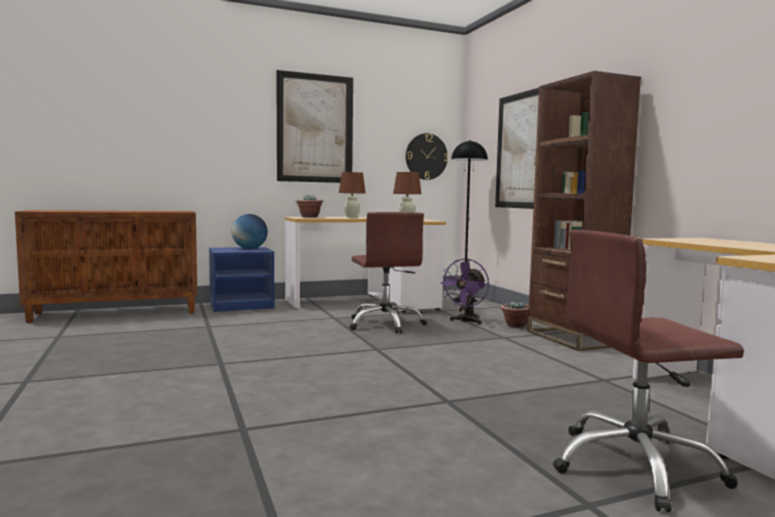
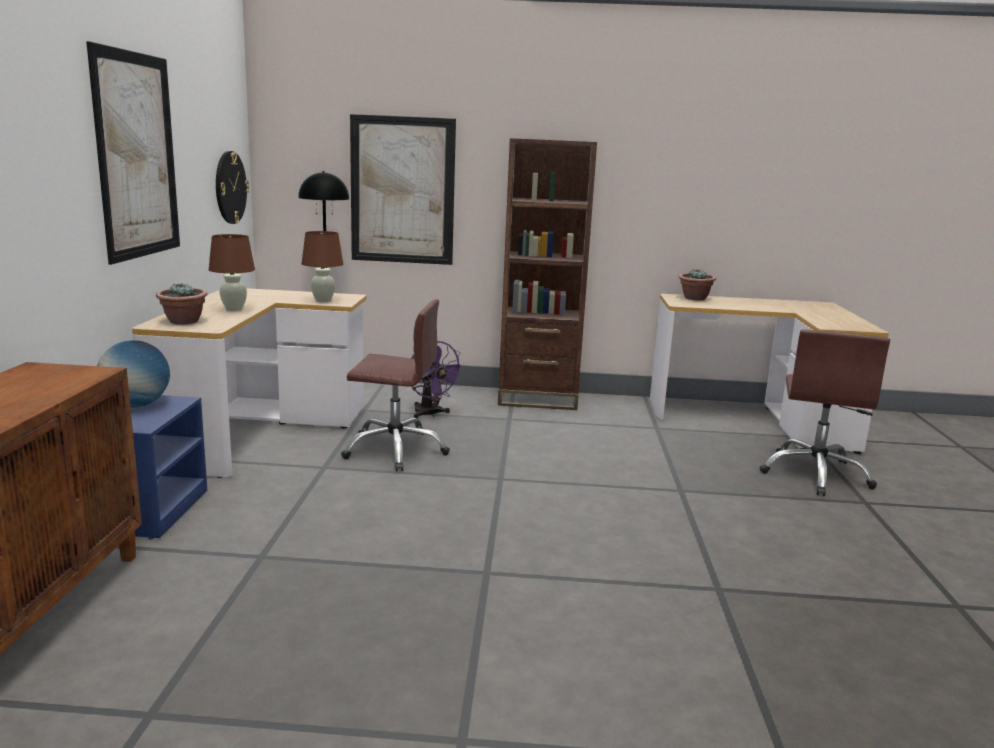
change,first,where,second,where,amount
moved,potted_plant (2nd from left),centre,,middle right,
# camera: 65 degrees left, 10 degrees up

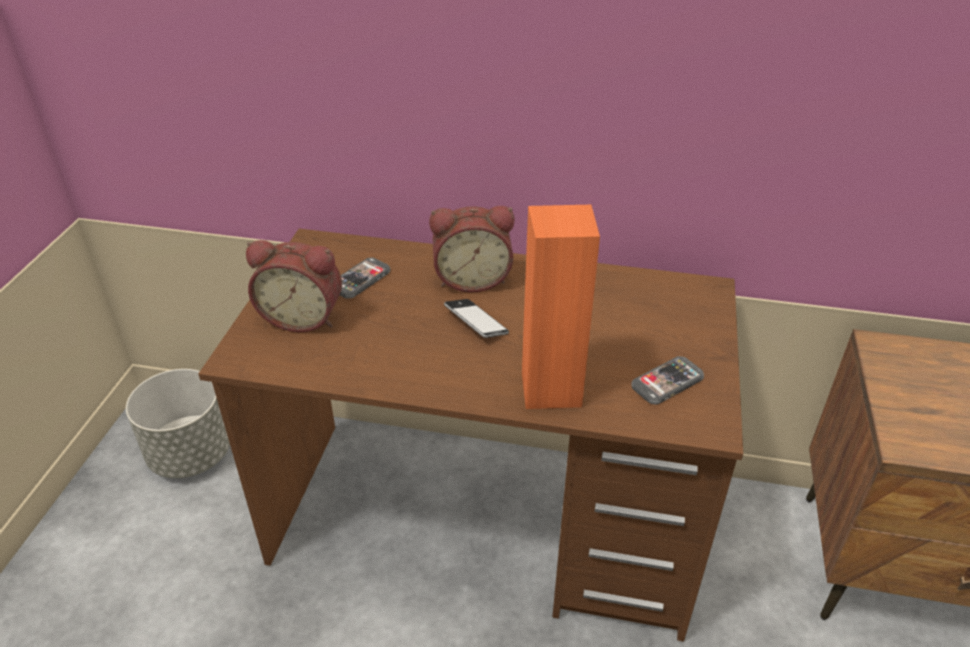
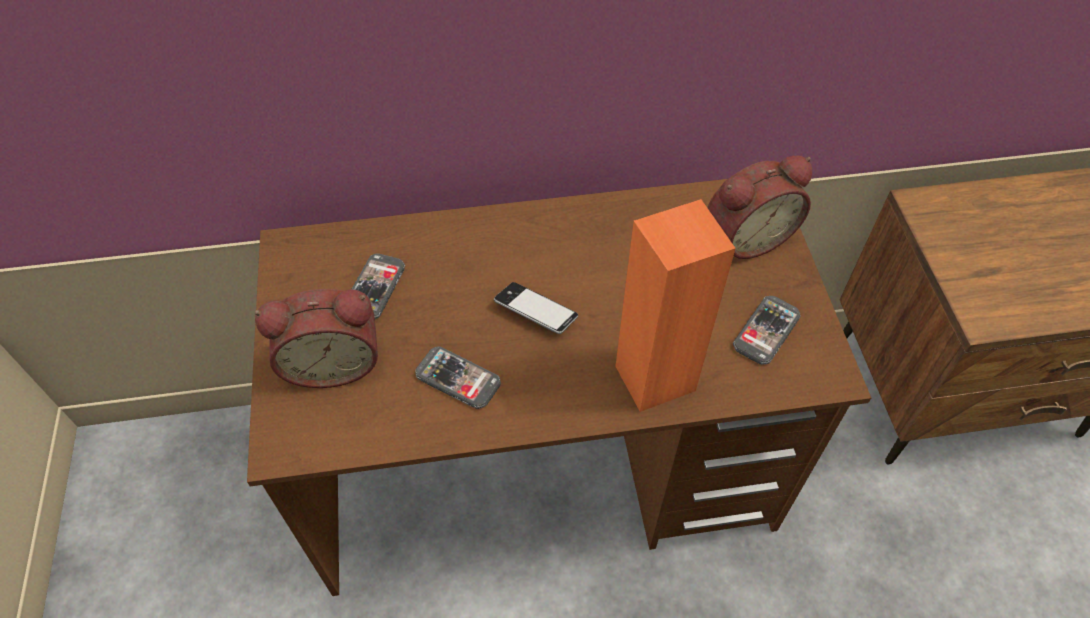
change,first,where,second,where,amount
added,,,telephone (2nd from left),centre,
moved,bedside_clock (2nd from left),centre,,middle right,
removed,gray_plant_pot,middle left,,,
# camera: 20 degrees left, 15 degrees up

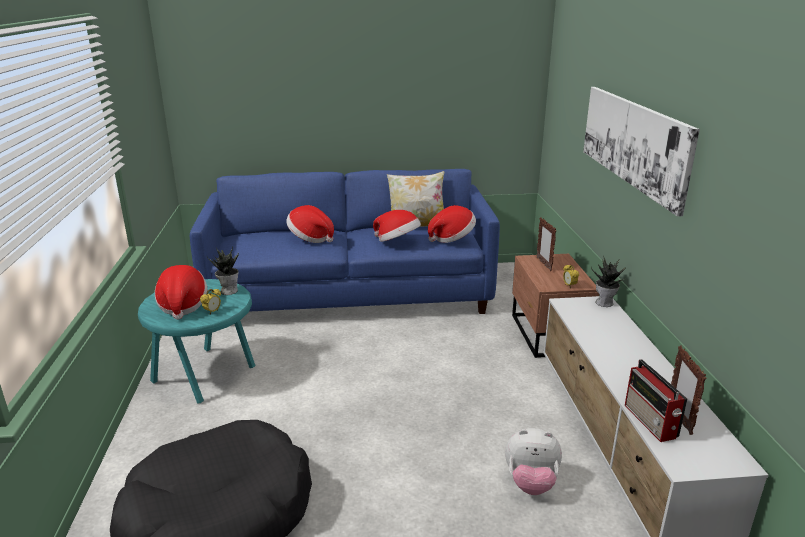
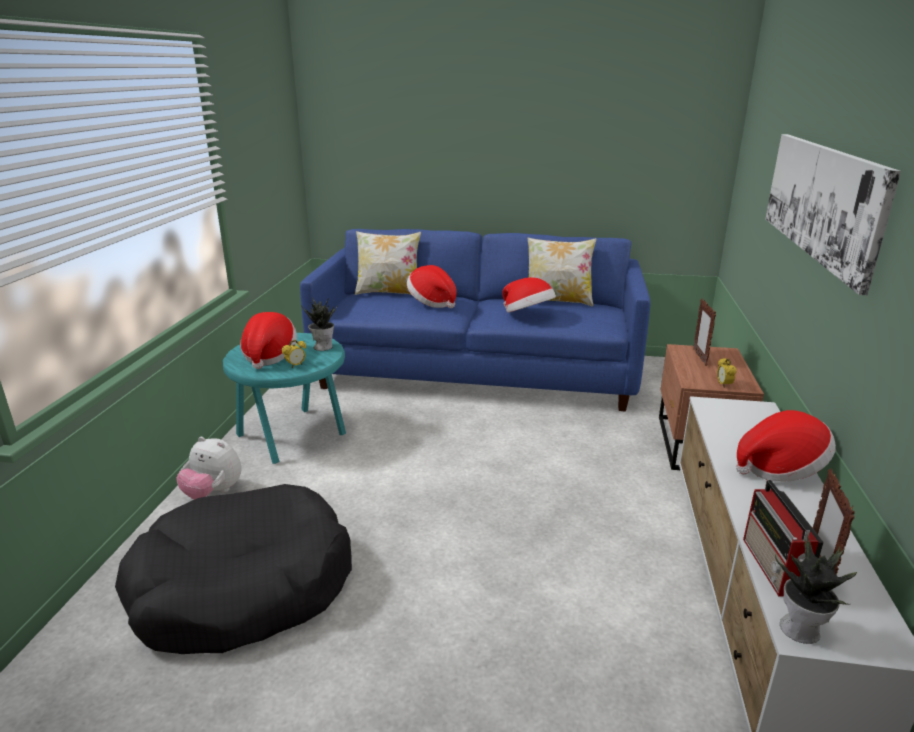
change,first,where,second,where,amount
moved,cuddly_toy,bottom centre,,middle left,
added,,,throw_pillow (1st from left),centre,
moved,clothing_hat (4th from left),centre,,middle right,
moved,potted_plant (2nd from left),middle right,,bottom right,
# camera: 15 degrees right, 0 degrees up

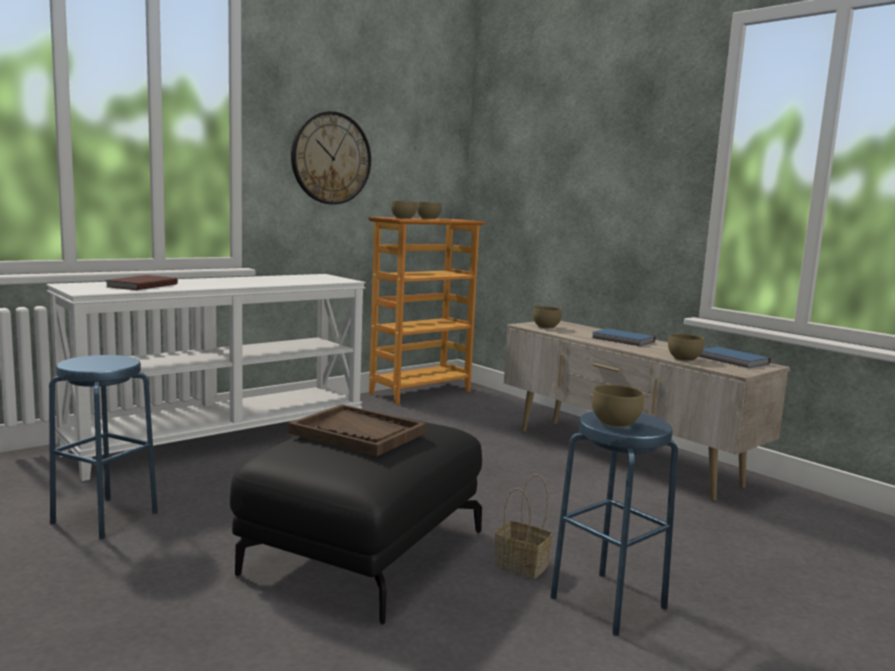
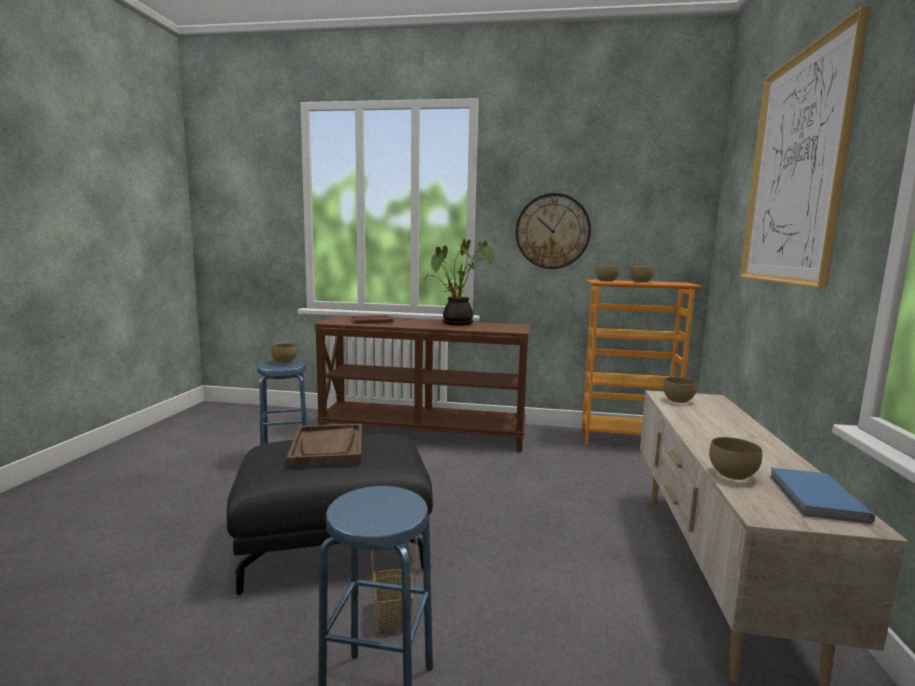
change,first,where,second,where,amount
moved,brown_deep_dish (4th from left in the first image),middle right,brown_deep_dish (1st from left),middle left,
recoloured,whitish_hall_table,middle left,brown_hall_table,centre,
added,,,potted_plant,centre,
added,,,wall_art,top right,
removed,blue-coloured_volume (1st from left),middle right,,,
# camera: 50 degrees right, 0 degrees up

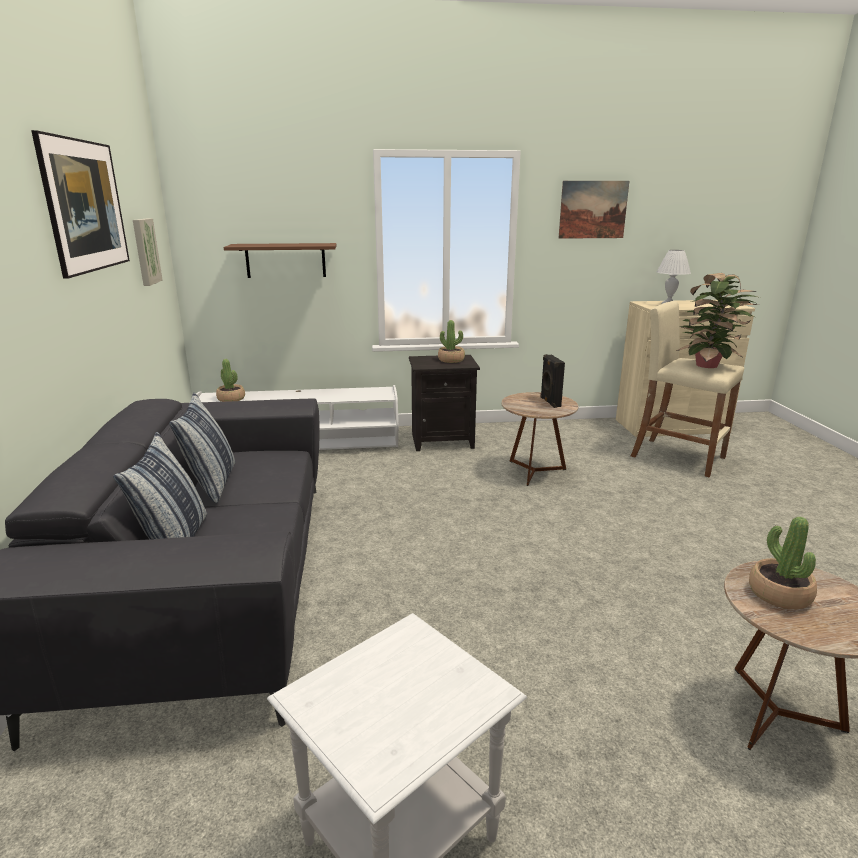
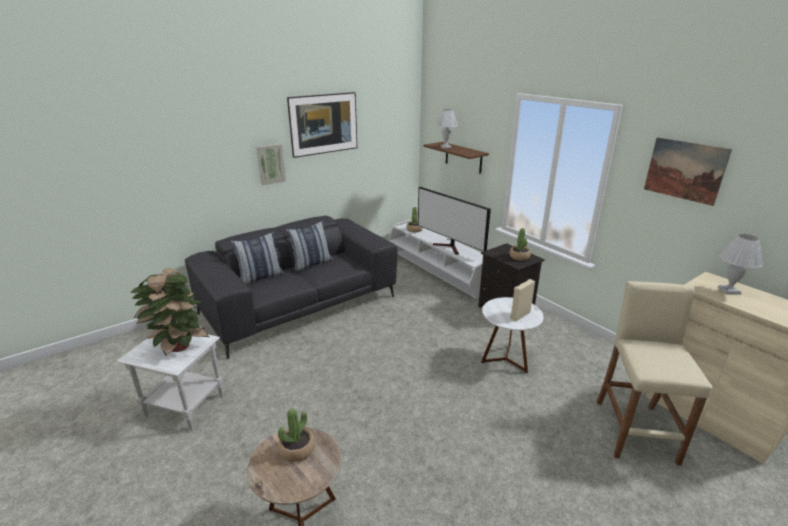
change,first,where,second,where,amount
moved,potted_plant (3rd from left in the first image),middle right,potted_plant (1st from left),middle left,
moved,wall_art (2nd from left in the first image),top left,wall_art (1st from left),top centre,
added,,,TV_set,centre,
added,,,whitish_table_lamp (1st from left),top centre,
recoloured,brown_side_table (1st from left),centre,whitish_side_table (2nd from left),centre,
recoloured,blackish_speaker,centre,beige_speaker,centre,
# camera: 60 degrees right, 5 degrees up

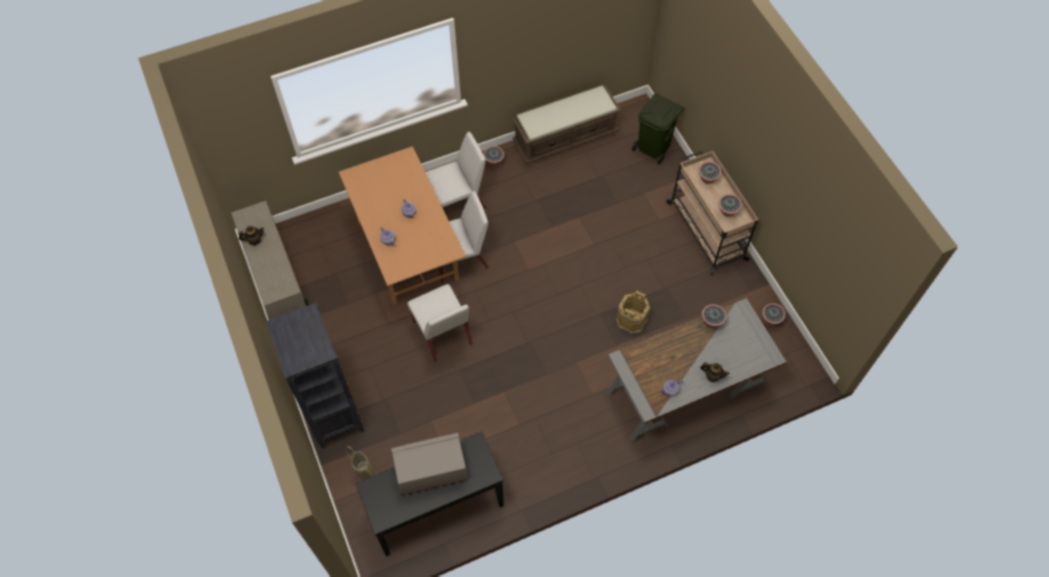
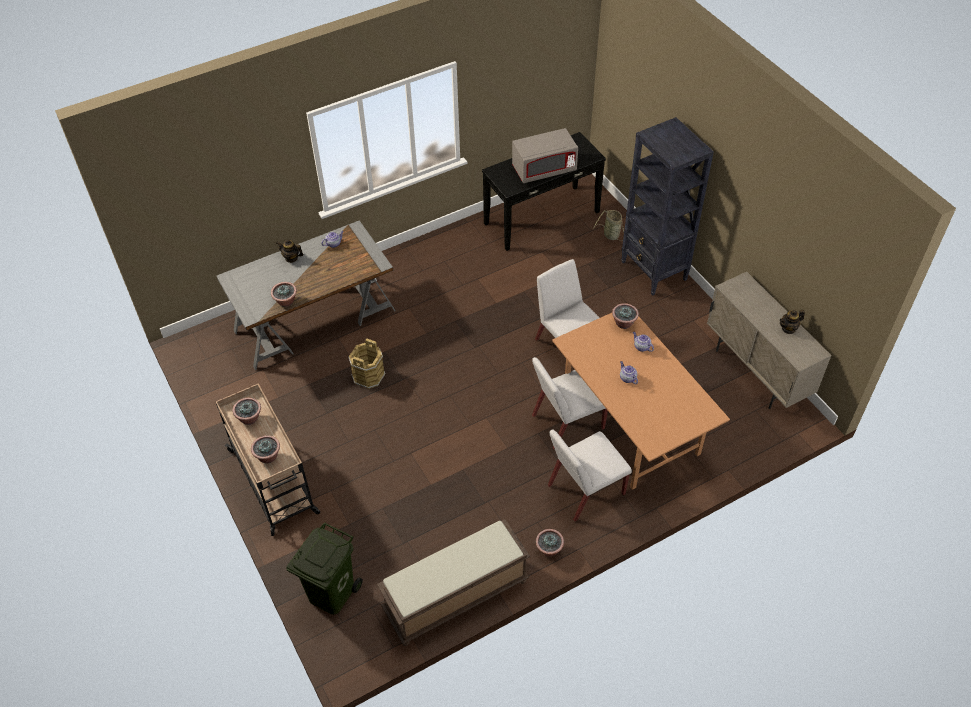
change,first,where,second,where,amount
moved,potted_plant (5th from left),middle right,,centre,
# camera: 175 degrees right, 10 degrees down

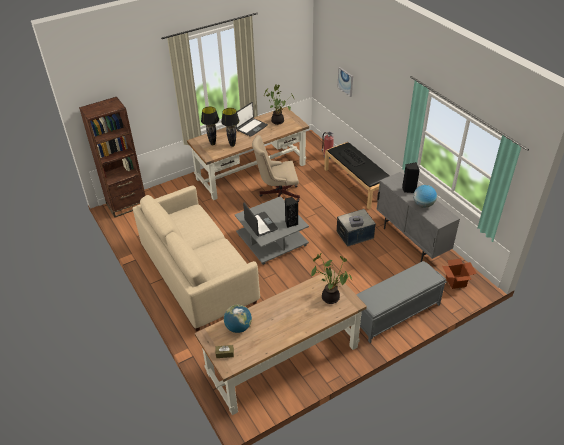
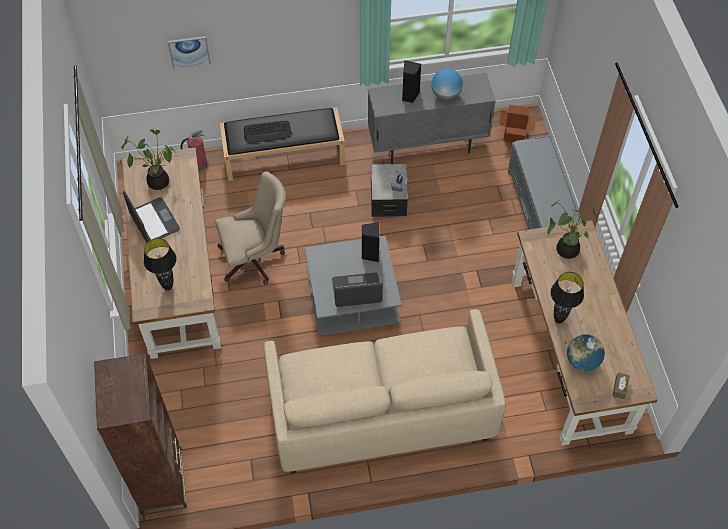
change,first,where,second,where,amount
turned,beige_computer_chair,centre,,centre,120 degrees counterclockwise
moved,blackish_table_lamp (2nd from left),top centre,,middle right,
# camera: 70 degrees left, 15 degrees up

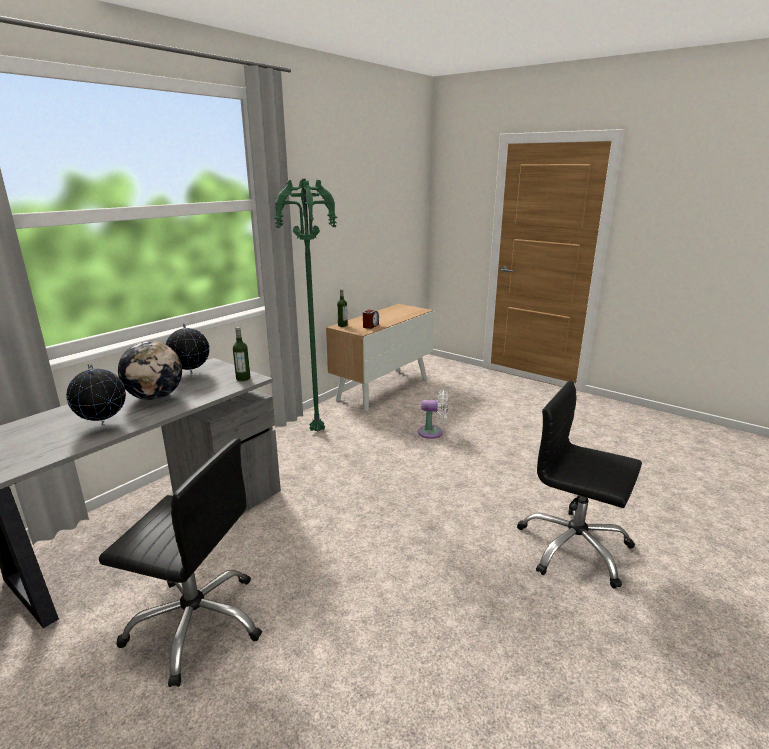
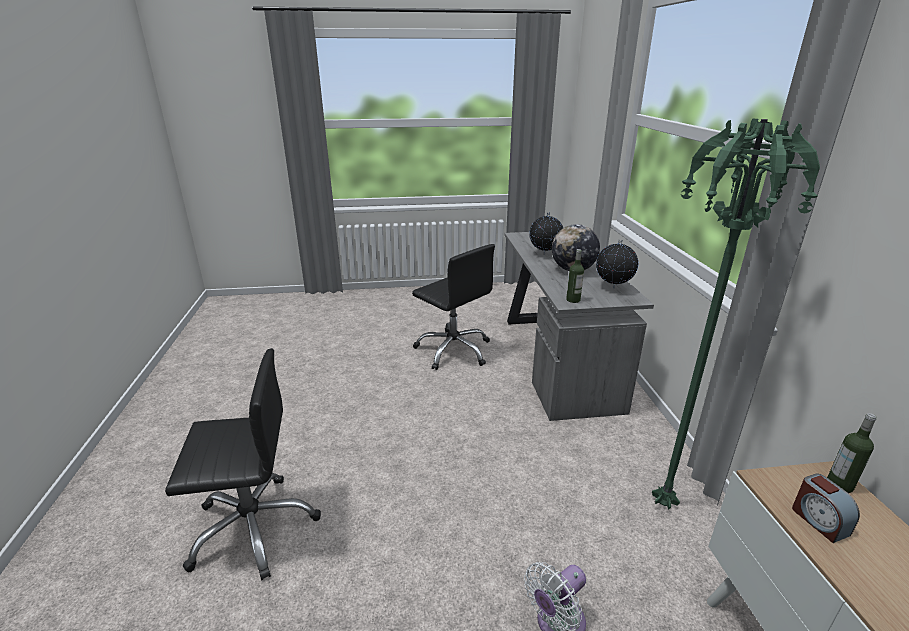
change,first,where,second,where,amount
turned,blackish_computer_chair (1st from left in the first image),bottom left,blackish_computer_chair (2nd from left),centre,105 degrees counterclockwise
# camera: 135 degrees right, 5 degrees up

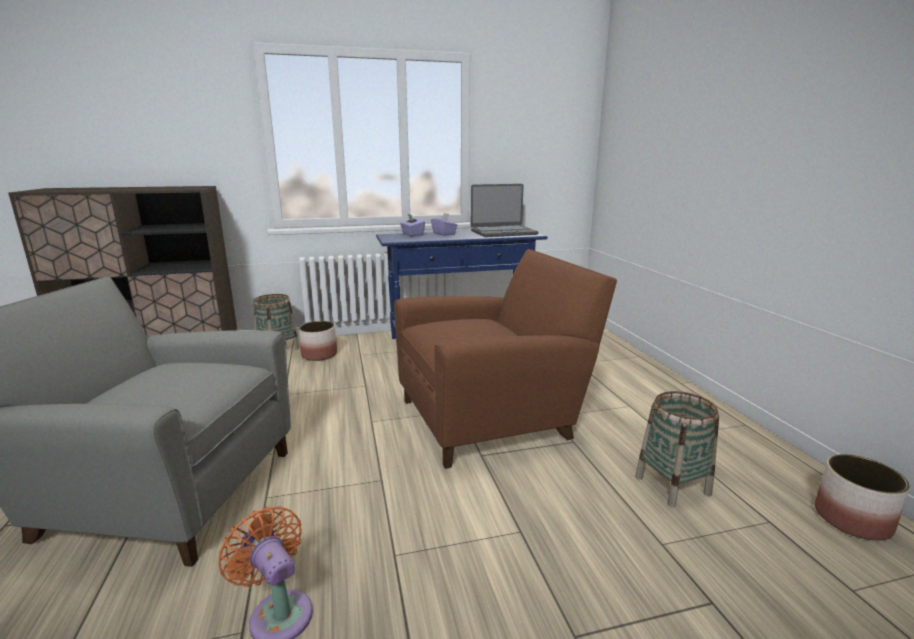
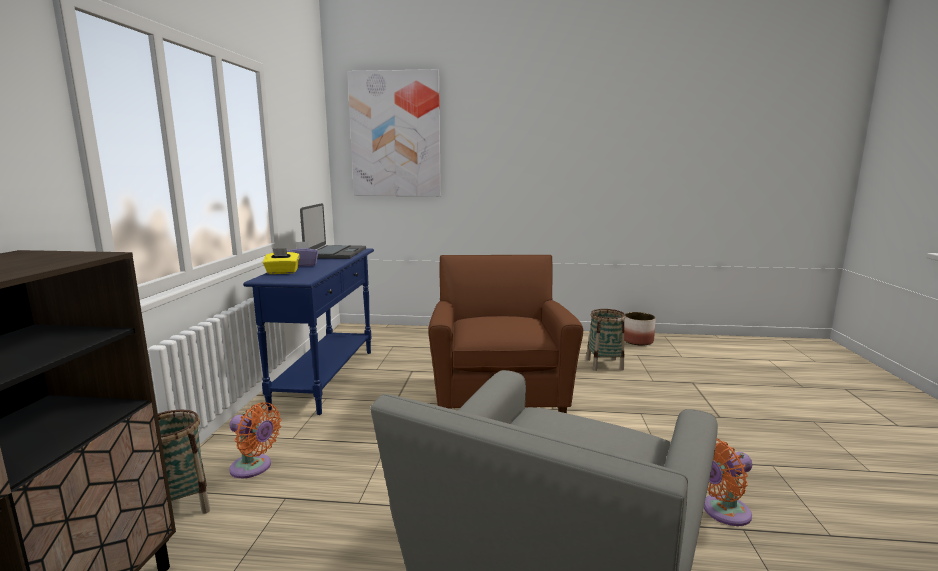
change,first,where,second,where,amount
replaced,plant_pot (1st from left),centre,orange_fan (1st from left),bottom left,
recoloured,purple-coloured_box_of_tissues (1st from left),centre,yellow_box_of_tissues,middle left,
added,,,wall_art,top centre,
# camera: 70 degrees left, 5 degrees down

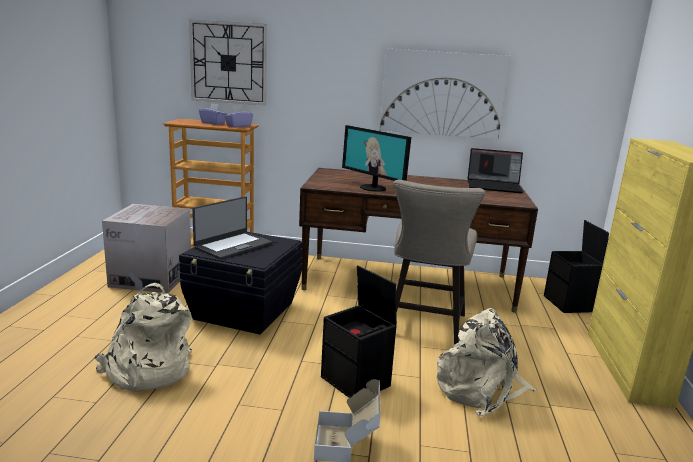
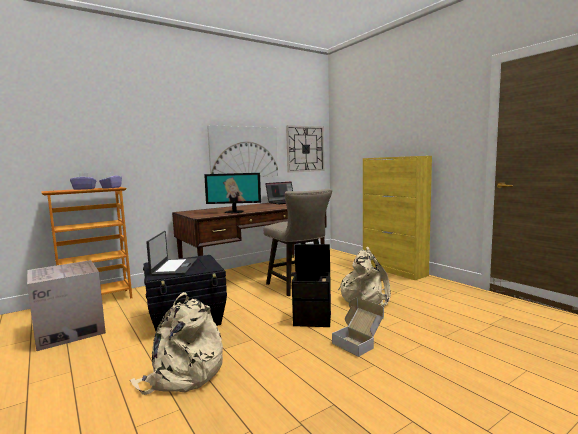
change,first,where,second,where,amount
moved,clock_on_the_wall,top left,,centre,
removed,blackish_storage_container (3rd from left),middle right,,,
# camera: 40 degrees left, 10 degrees down

